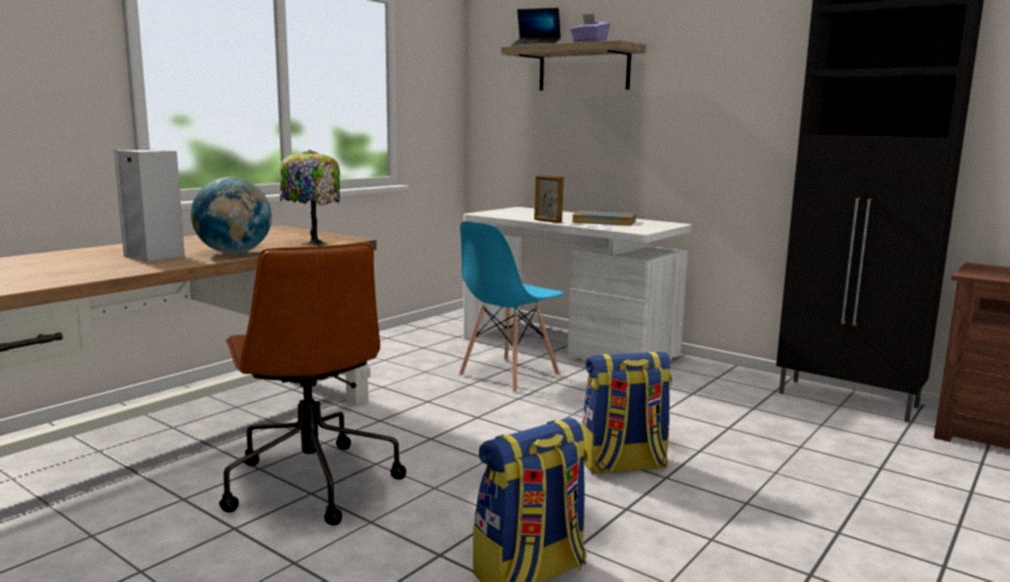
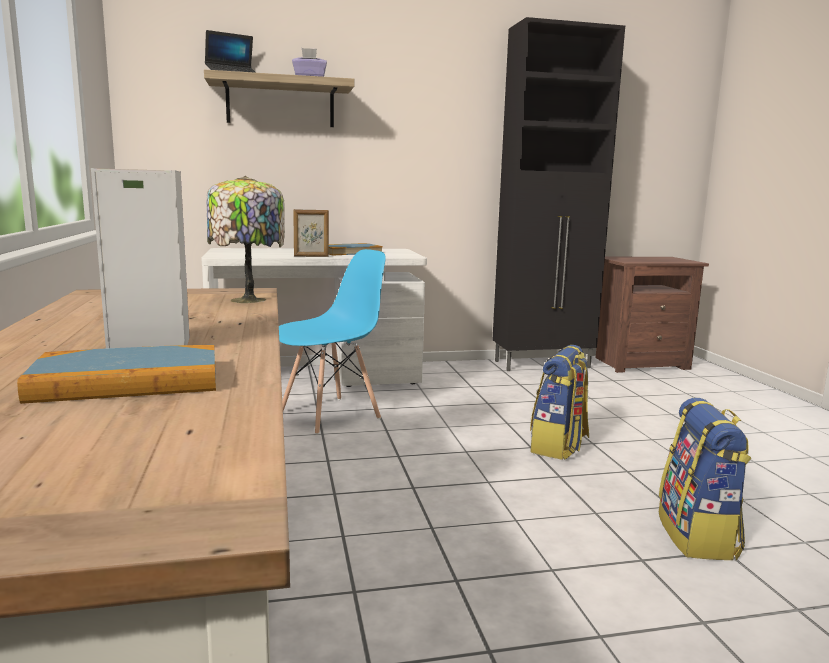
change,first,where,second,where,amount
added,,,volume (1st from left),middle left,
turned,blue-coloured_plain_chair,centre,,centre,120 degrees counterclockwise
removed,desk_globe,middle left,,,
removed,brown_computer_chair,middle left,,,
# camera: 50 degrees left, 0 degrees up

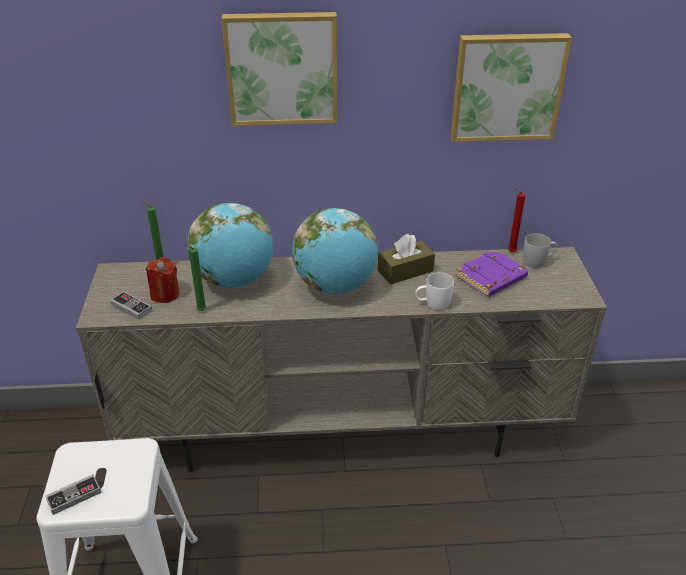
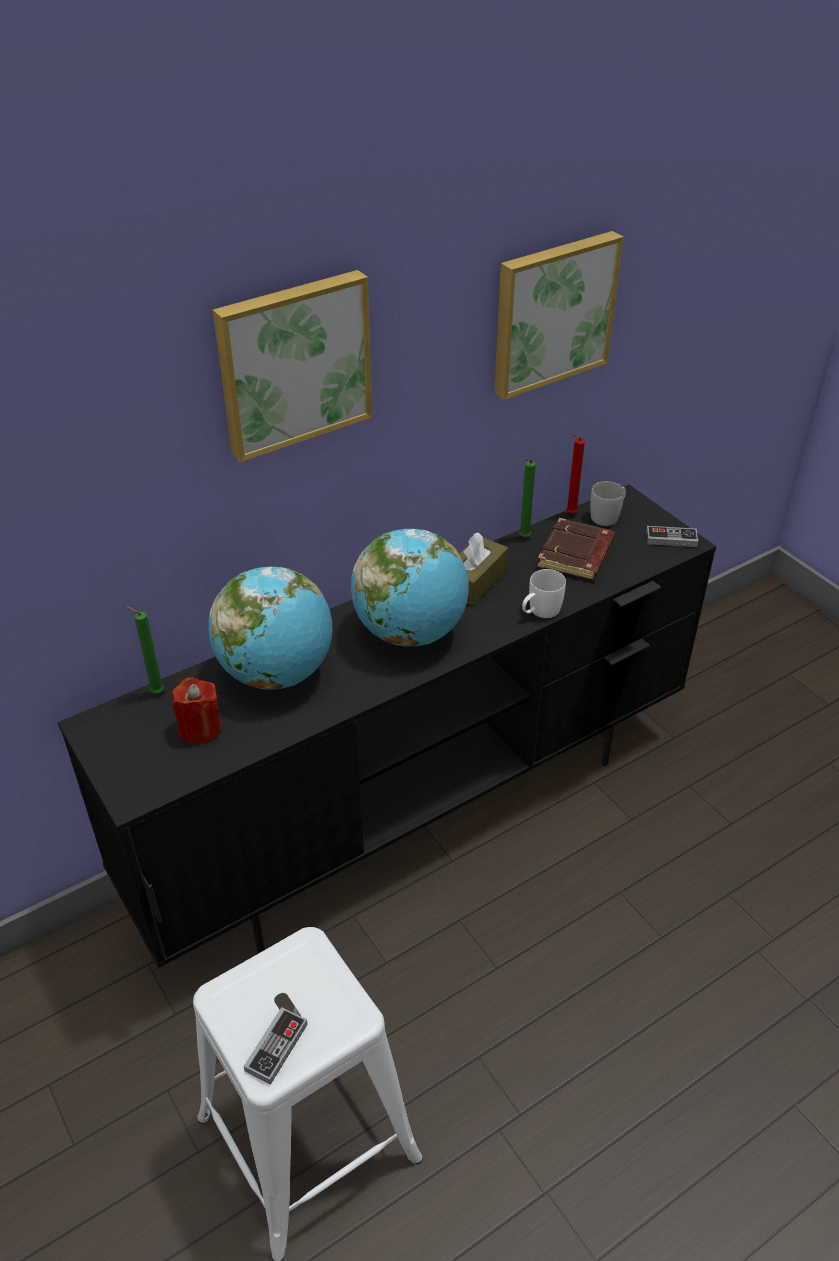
change,first,where,second,where,amount
recoloured,beige_tv_stand,centre,blackish_tv_stand,centre,
moved,greenish_candle (2nd from left),middle left,,centre,
recoloured,purple-coloured_volume,middle right,brown_volume,middle right,
moved,gamepad (2nd from left),middle left,,middle right,
# camera: 30 degrees left, 5 degrees up

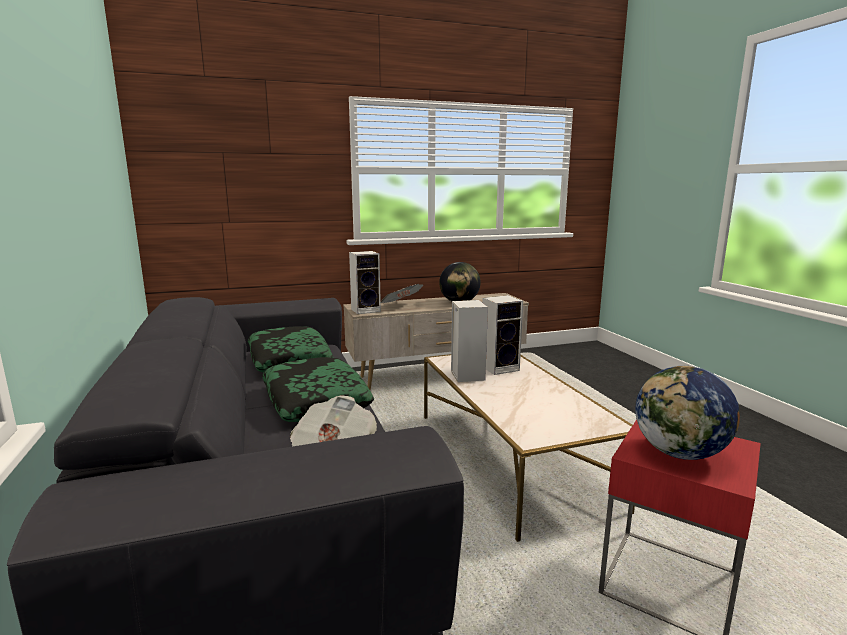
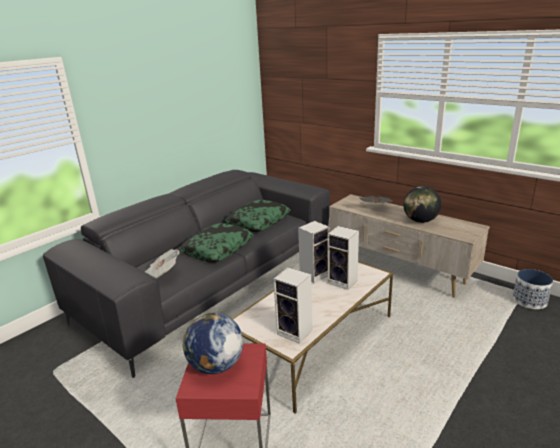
change,first,where,second,where,amount
moved,speaker (1st from left),centre,,bottom centre,
added,,,plant_pot,middle right,
# camera: 60 degrees right, 10 degrees up

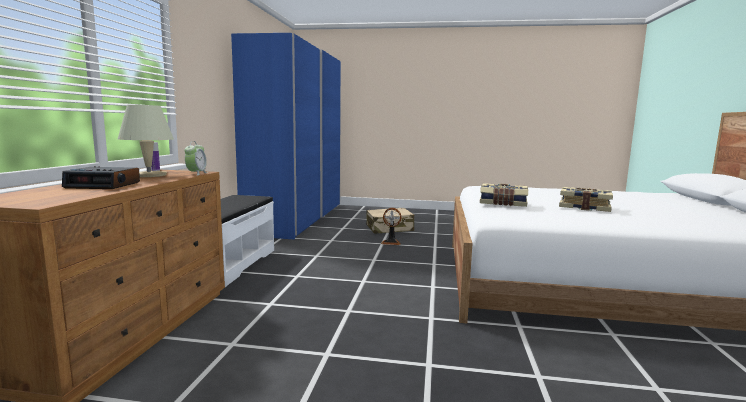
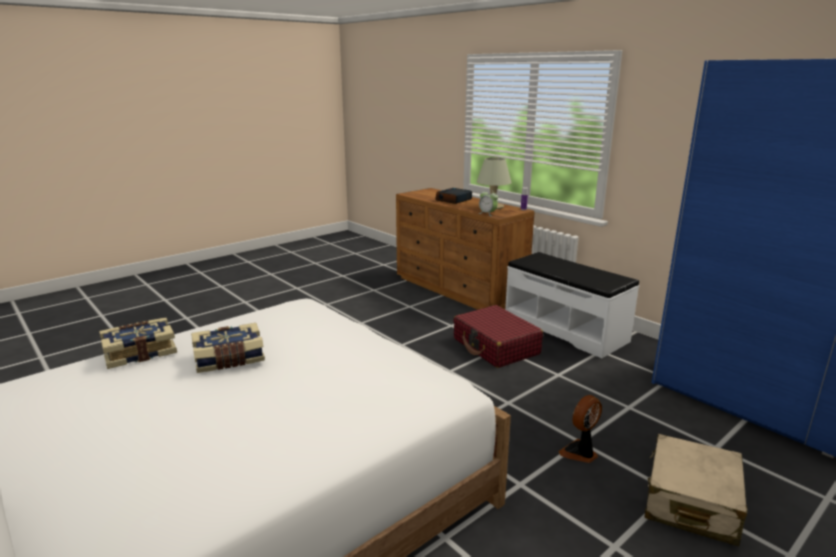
change,first,where,second,where,amount
moved,volume (1st from left),middle right,,middle left,
added,,,reddish_suitcase,centre,
# camera: 130 degrees right, 10 degrees up

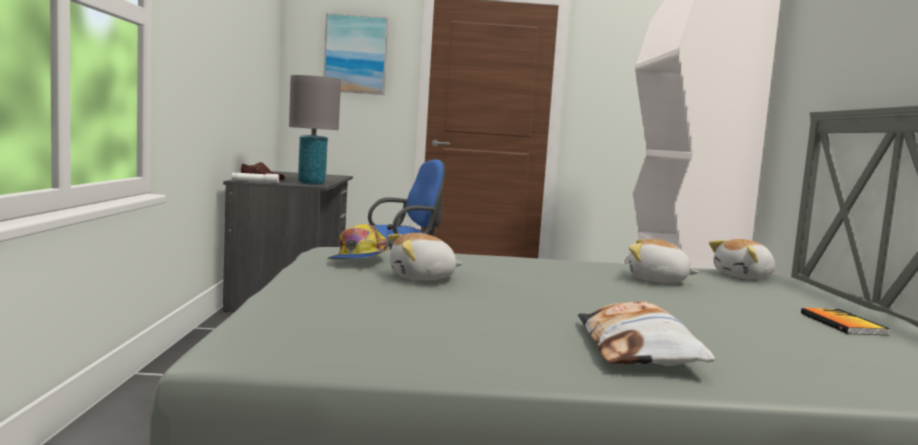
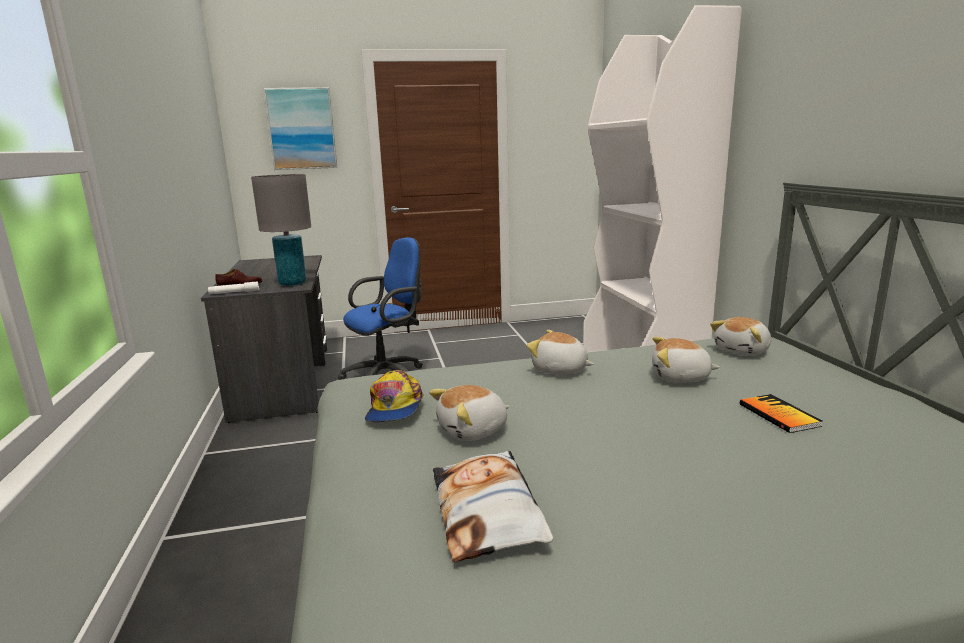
change,first,where,second,where,amount
moved,throw_pillow,bottom right,,bottom centre,
added,,,cuddly_toy (2nd from left),centre,
moved,volume,bottom right,,middle right,
# camera: 10 degrees left, 10 degrees up

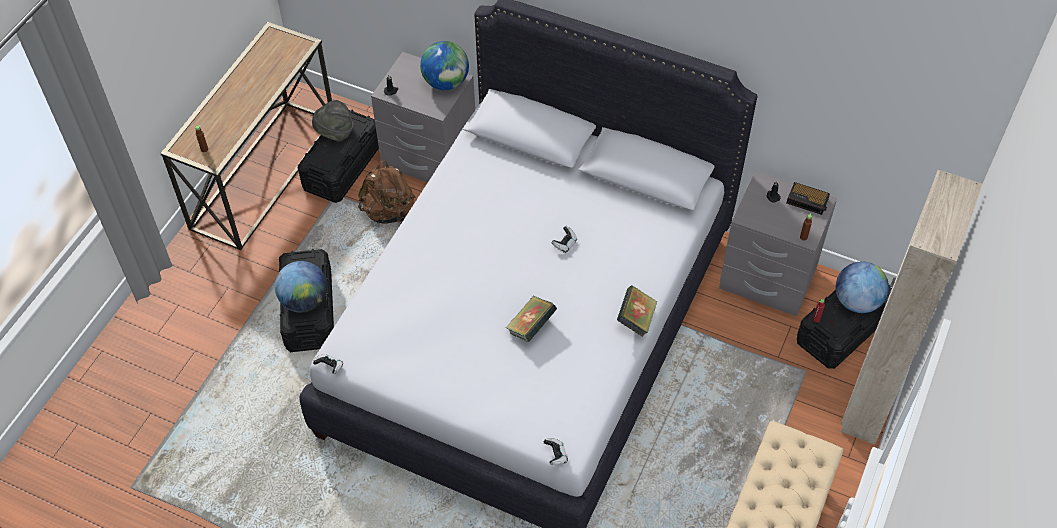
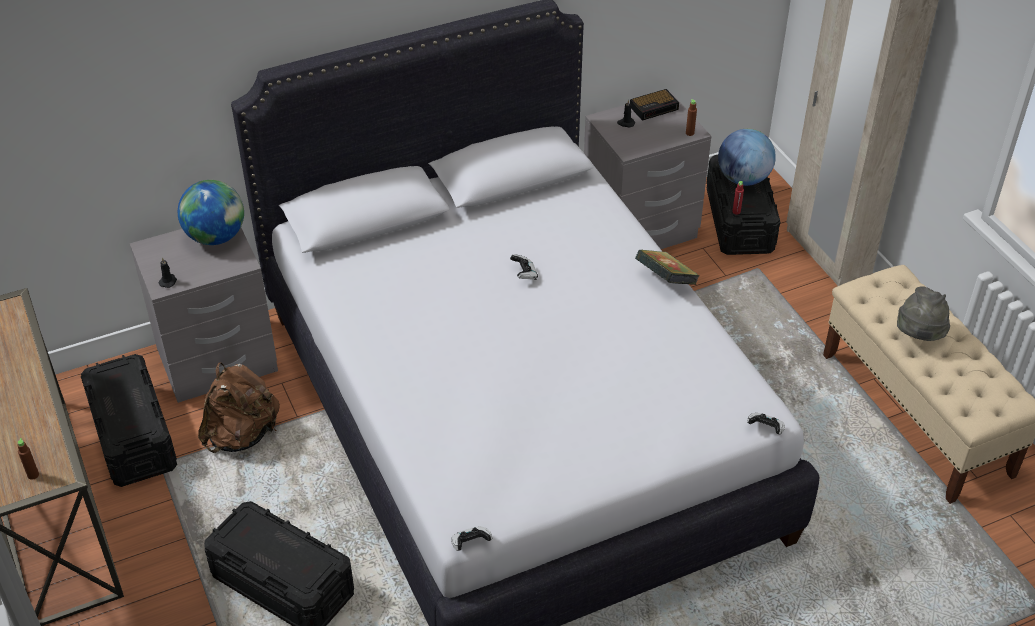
change,first,where,second,where,amount
moved,gray_clothing_hat,top left,,middle right,
removed,desk_globe (1st from left),middle left,,,
removed,volume (1st from left),centre,,,
# camera: 50 degrees left, 10 degrees down

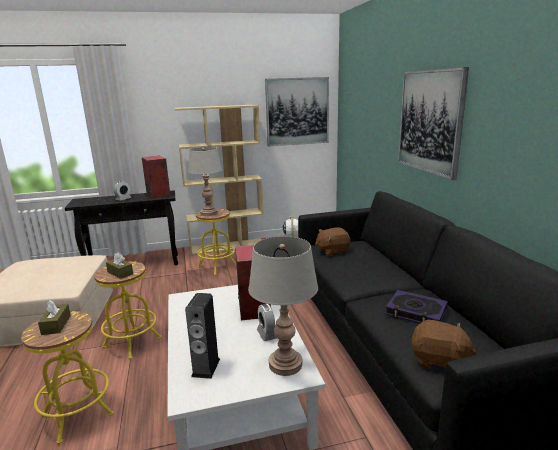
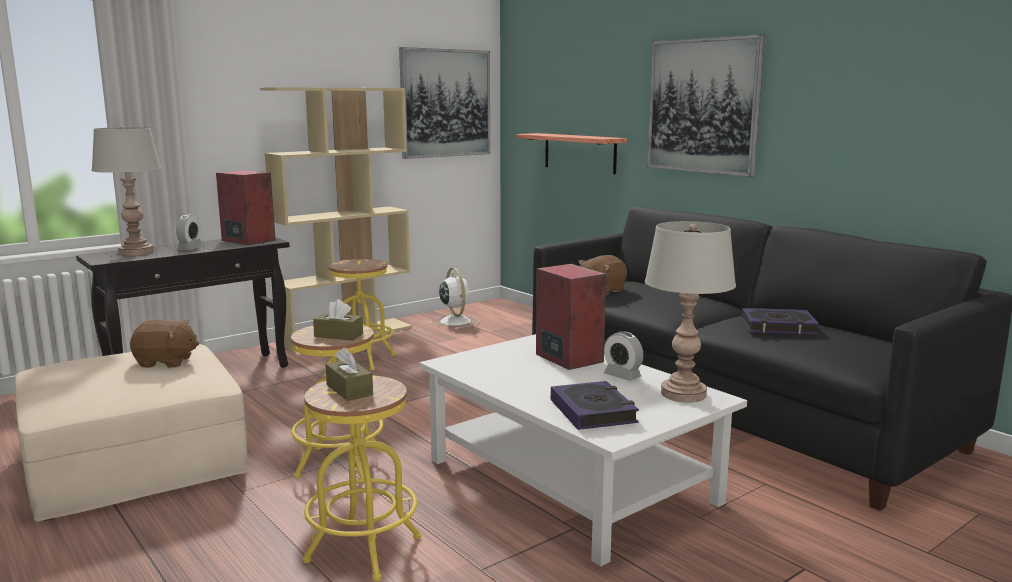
change,first,where,second,where,amount
moved,gray_table_lamp (1st from left),centre,,top left,
moved,brown_cuddly_toy (2nd from left in the first image),bottom right,brown_cuddly_toy (1st from left),middle left,
added,,,bracket_shelf,top centre,
replaced,speaker (2nd from left),bottom centre,volume (1st from left),bottom centre,
# camera: 25 degrees left, 5 degrees down

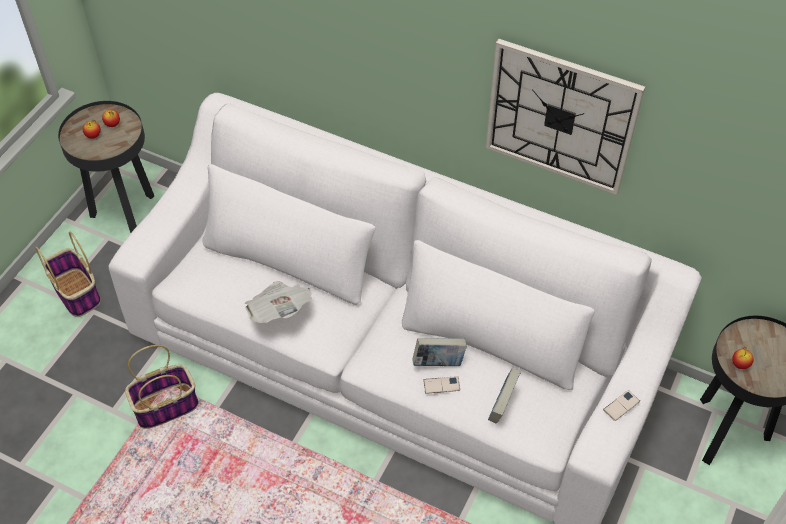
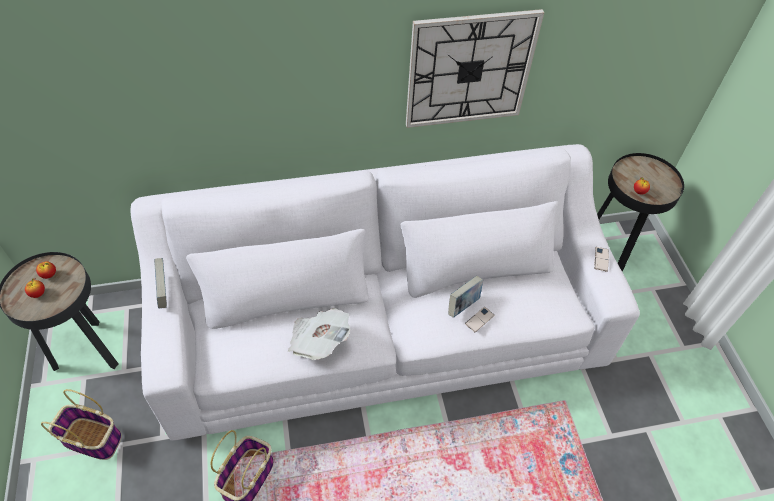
change,first,where,second,where,amount
moved,volume (2nd from left in the first image),bottom centre,volume (1st from left),middle left,
# camera: 40 degrees left, 0 degrees up

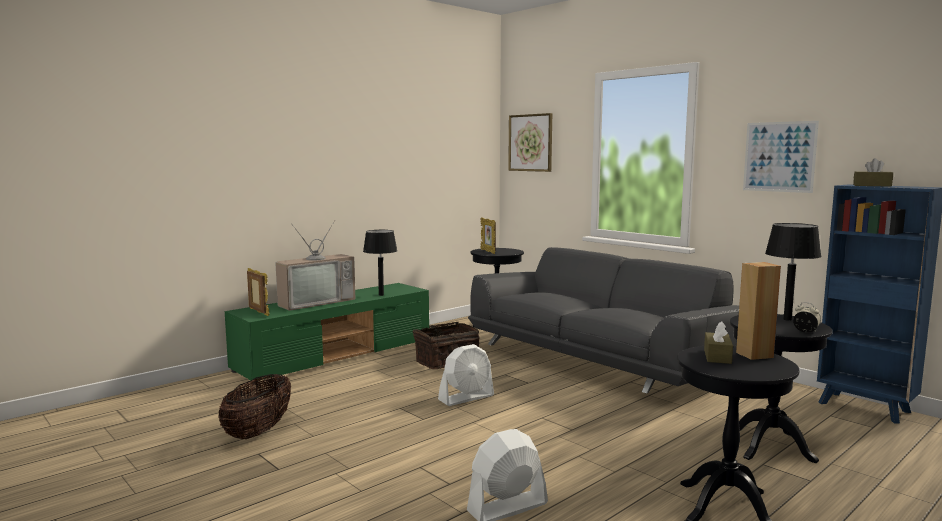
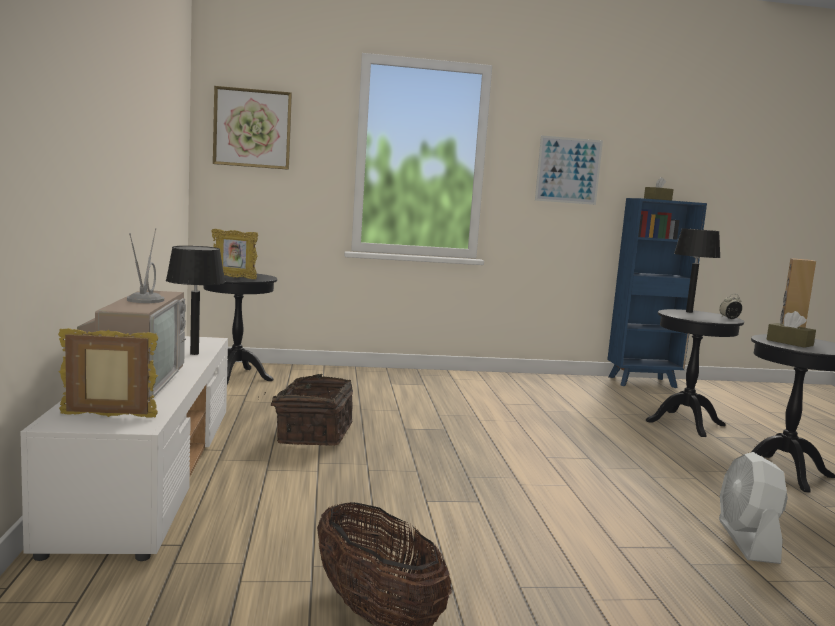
change,first,where,second,where,amount
recoloured,greenish_tv_stand,centre,whitish_tv_stand,bottom left,
removed,whitish_fan (1st from left),bottom centre,,,
removed,gray_couch,centre,,,
# camera: 55 degrees left, 0 degrees up

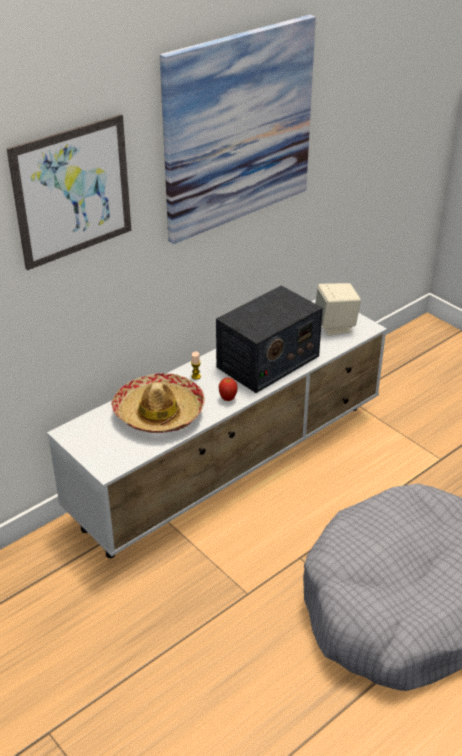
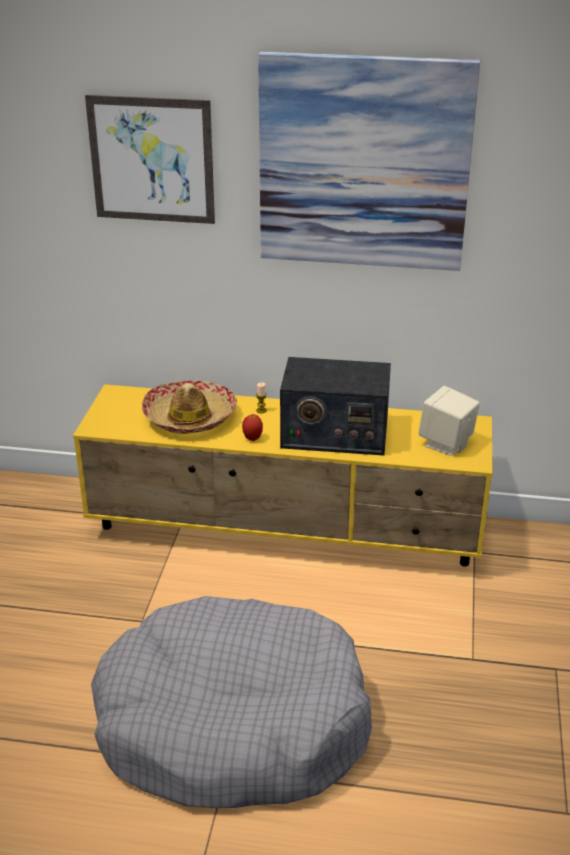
change,first,where,second,where,amount
recoloured,whitish_tv_stand,centre,yellow_tv_stand,centre,
# camera: 50 degrees right, 5 degrees down

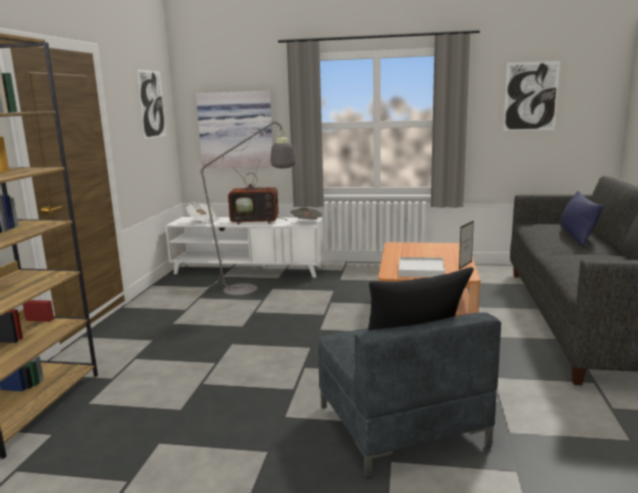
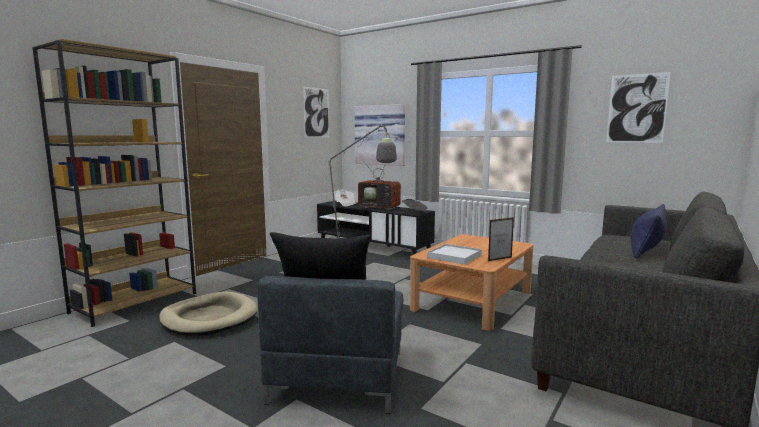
change,first,where,second,where,amount
added,,,beige_dog_bed,bottom left,
recoloured,whitish_tv_stand,centre,blackish_tv_stand,centre,
# camera: 25 degrees right, 5 degrees down

